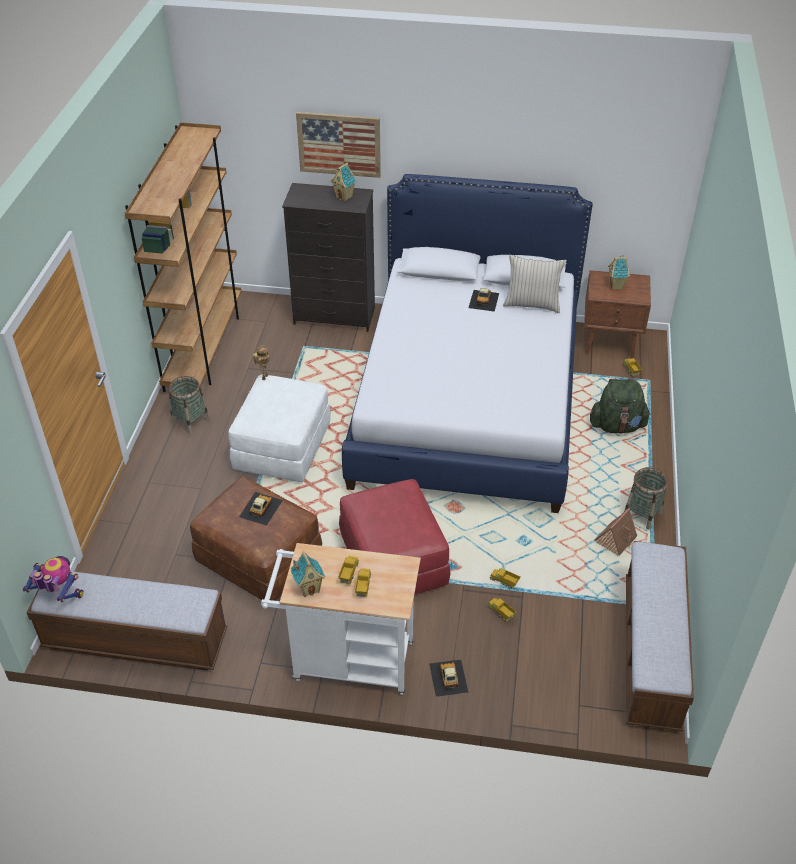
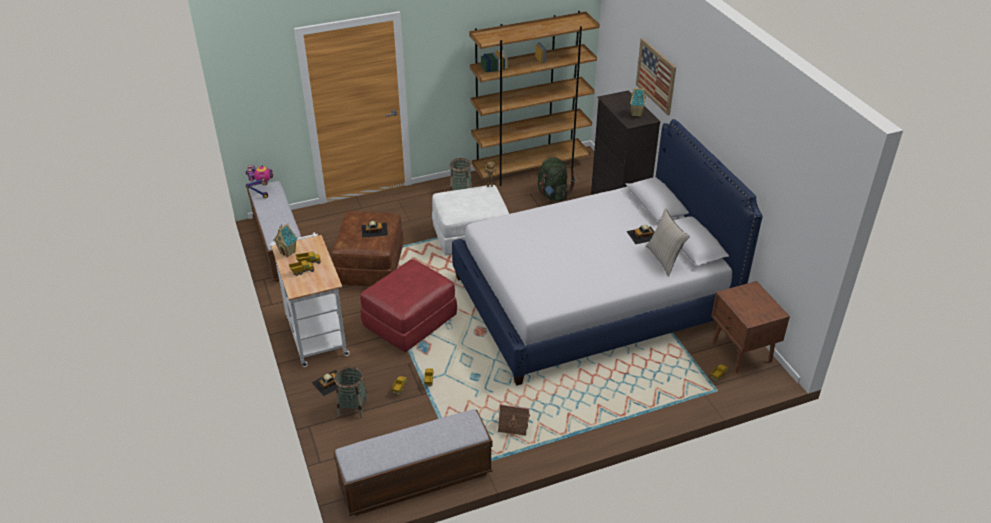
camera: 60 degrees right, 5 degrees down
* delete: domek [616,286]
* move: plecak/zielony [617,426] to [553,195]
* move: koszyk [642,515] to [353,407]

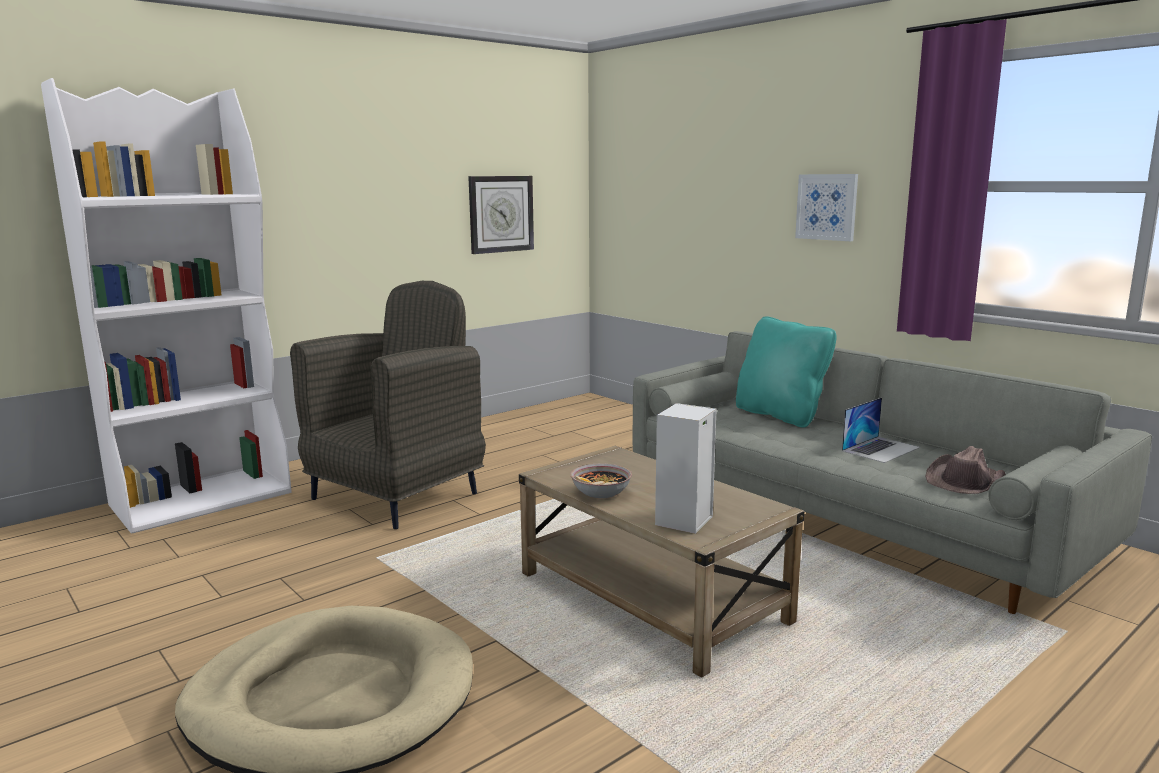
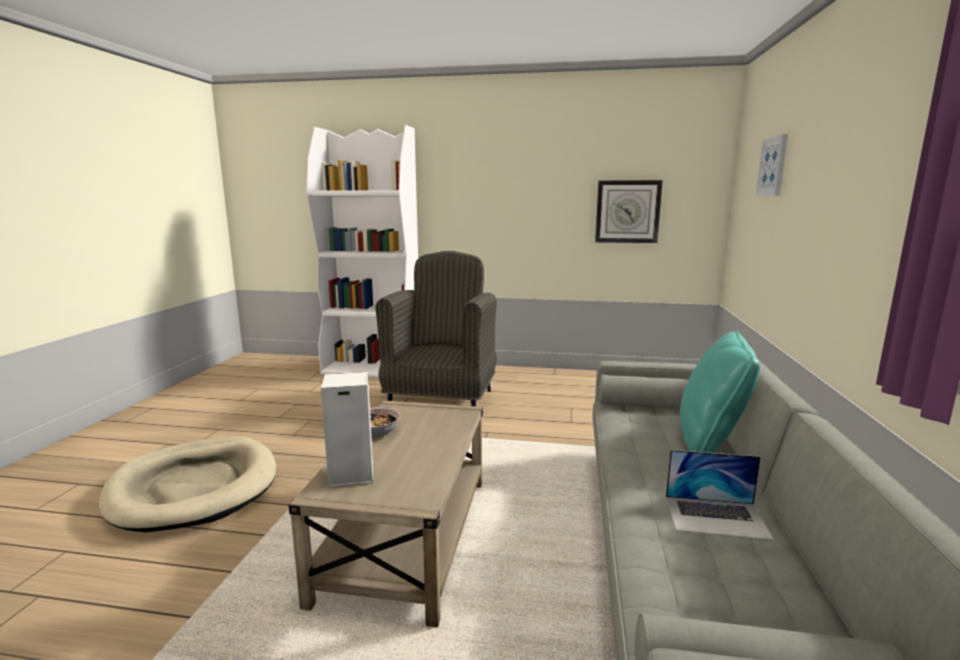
camera: 50 degrees right, 0 degrees up
* move: obraz [827,207] to [773,166]
* rotate: fotel/szary [397,495] = [442,400] 75 degrees counterclockwise
* delete: kapelusz/brązowy [965,481]

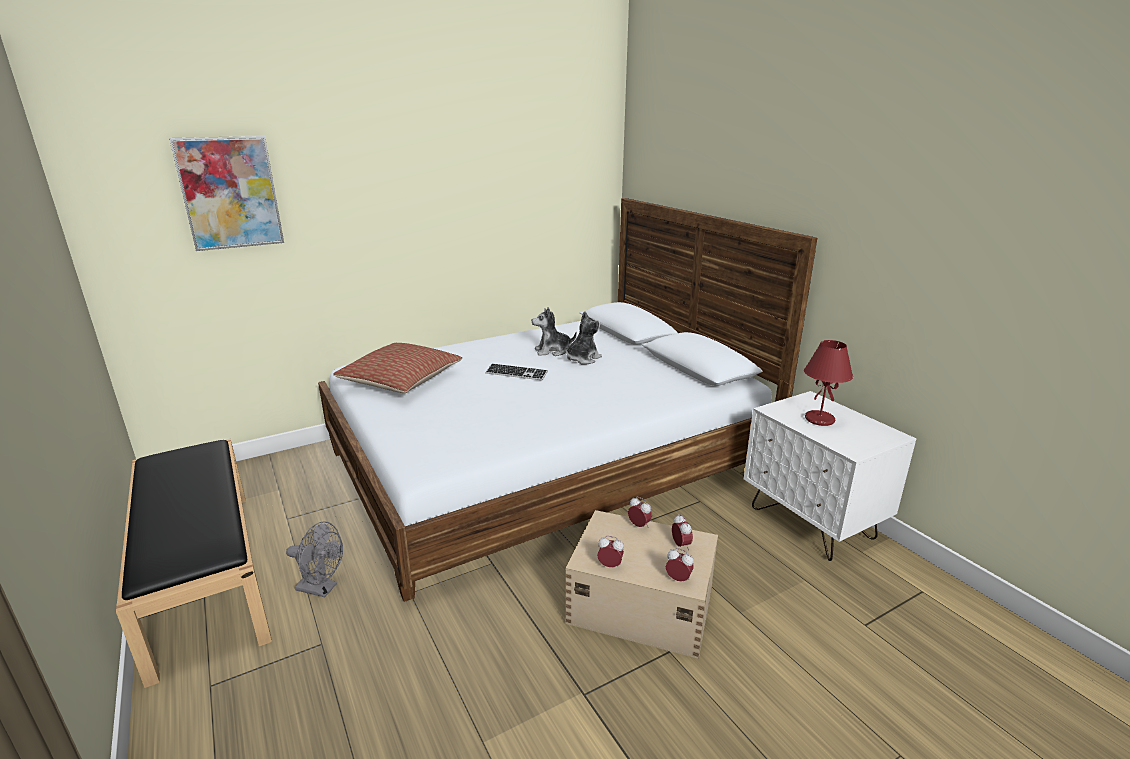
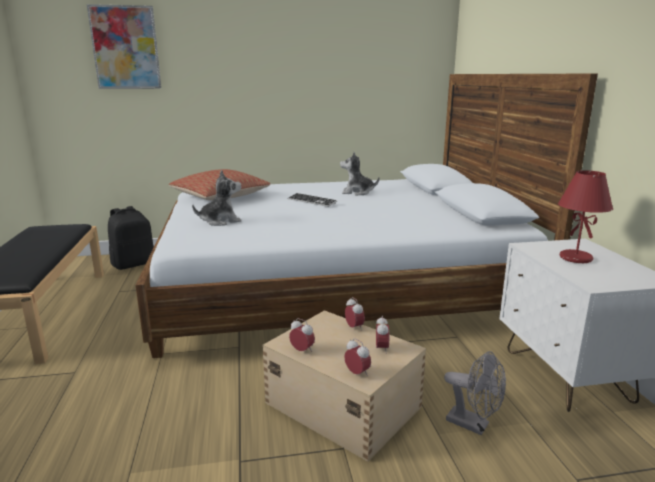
camera: 20 degrees right, 5 degrees down
* move: pluszak [582,359] to [220,221]
* move: wentylator/szary [322,588] to [473,425]
* insert: plecak/czarny [134,264]

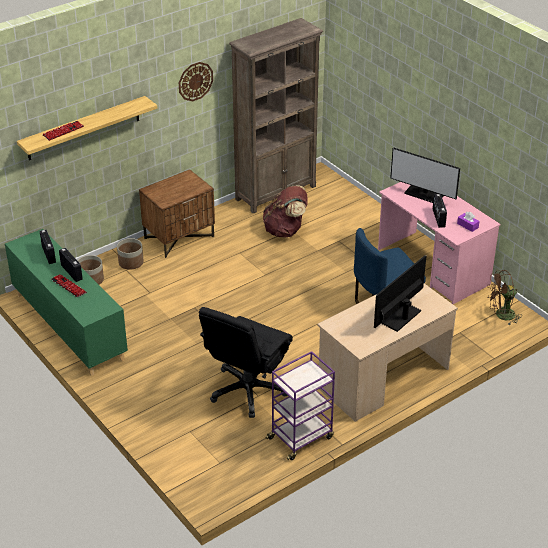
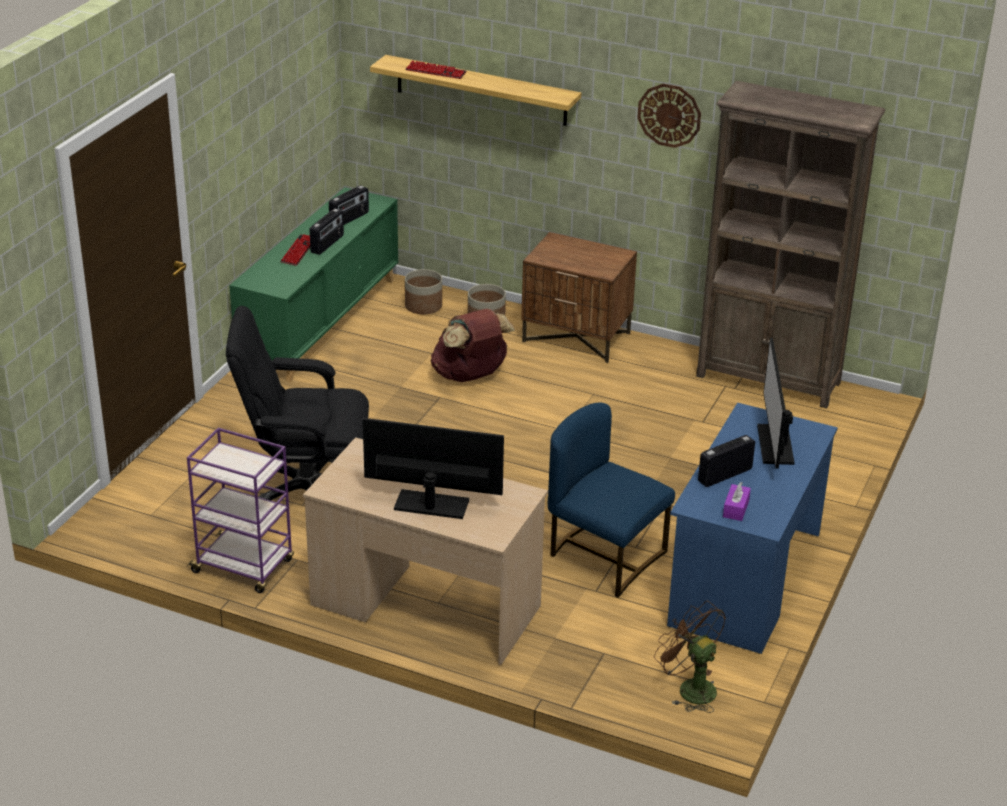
camera: 60 degrees right, 5 degrees down
* recolor: biurko/różowy [433,267] to biurko/niebieski [745,579]
* move: plecak/brązowy [285,230] to [470,376]

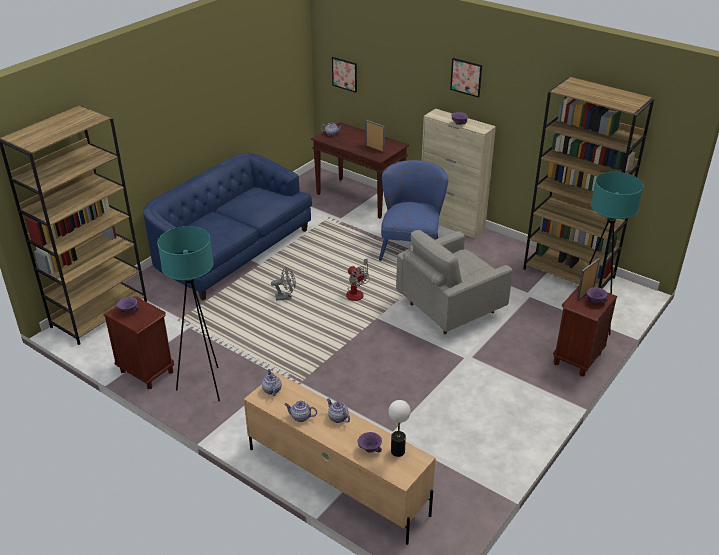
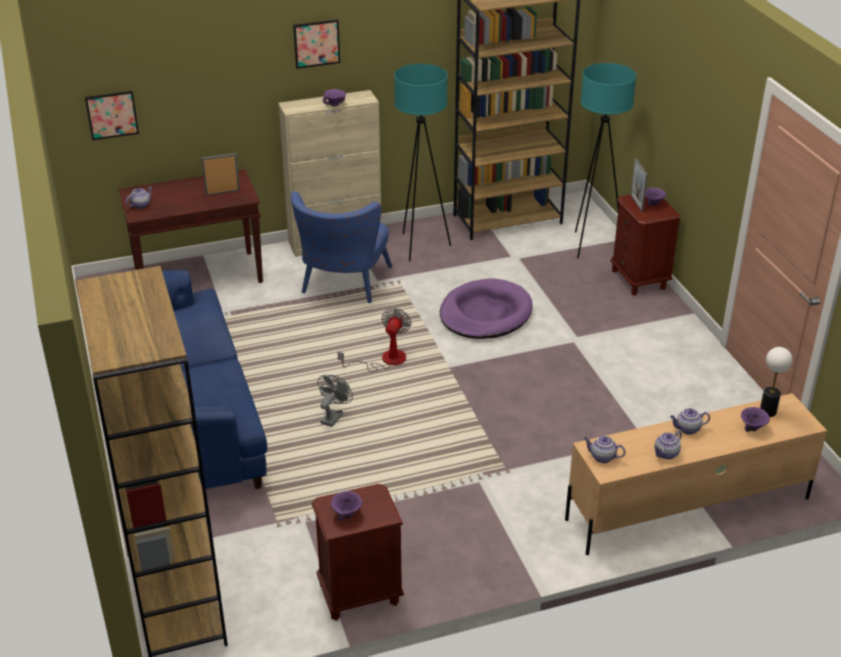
camera: 55 degrees left, 0 degrees up
* rotate: fotel/niebieski [411,245] = [342,285] 120 degrees counterclockwise
* move: lampa stojąca/turkusowy [205,385] to [420,246]
* replace: fotel/szary [449,309] to legowisko/fioletowy [485,314]
* rotate: wentylator [357,292] = [385,360] 75 degrees counterclockwise

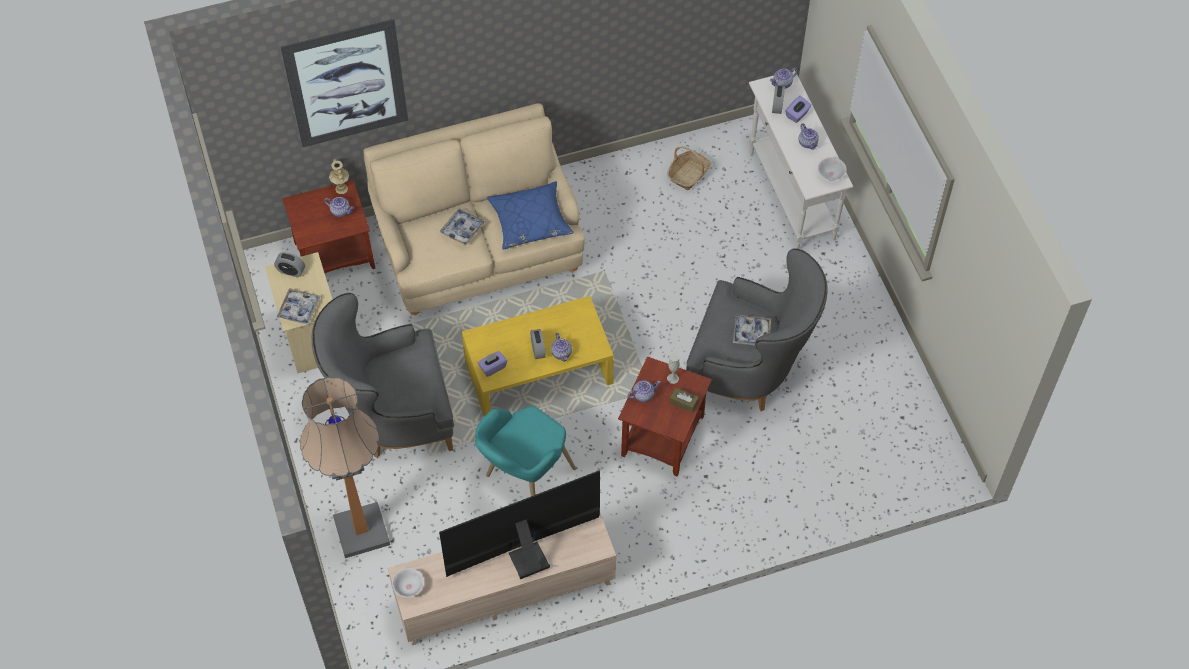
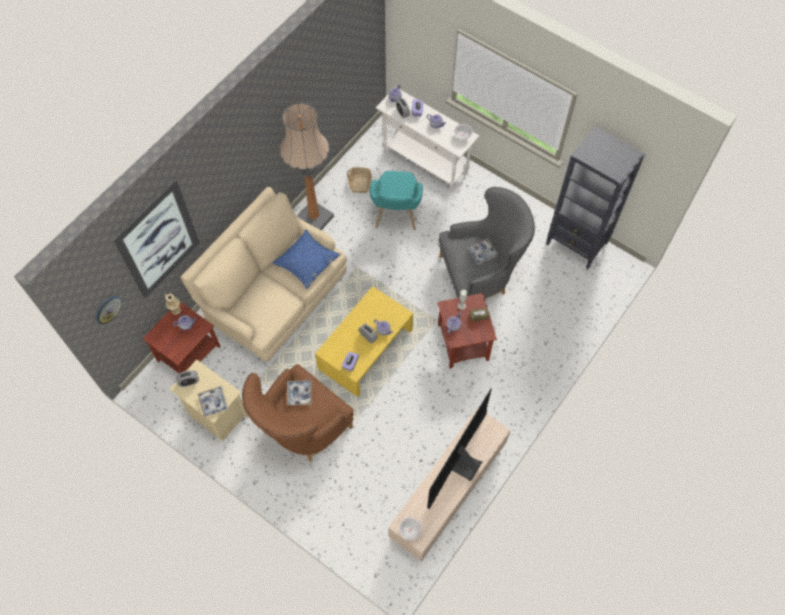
camera: 35 degrees left, 5 degrees up
* move: taca [462,229] to [299,394]
* recolor: fotel/szary [392,417] to fotel/brązowy [301,430]
* move: lampa stojąca [361,531] to [314,218]
* move: fotel/turkusowy [523,480] to [396,218]
* insert: regał/czarny [577,244]
* insert: zegar ścienny [108,309]

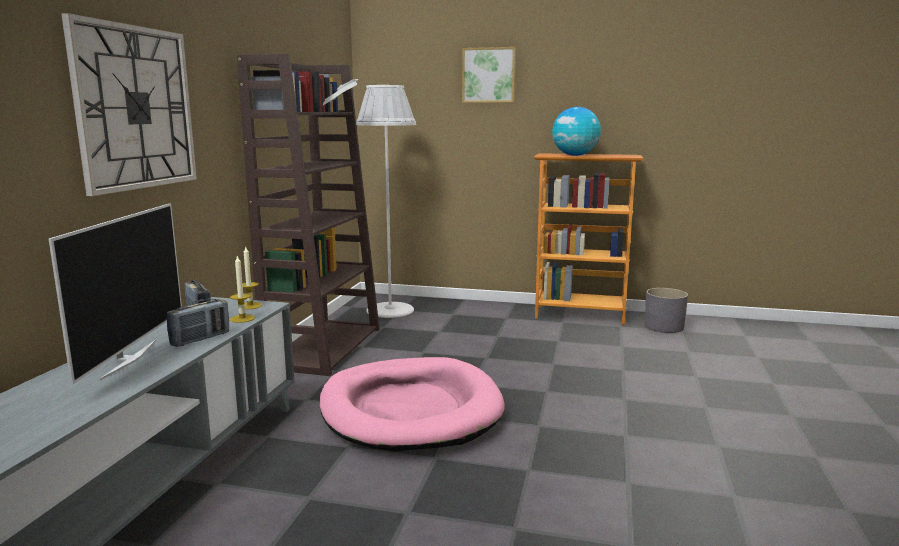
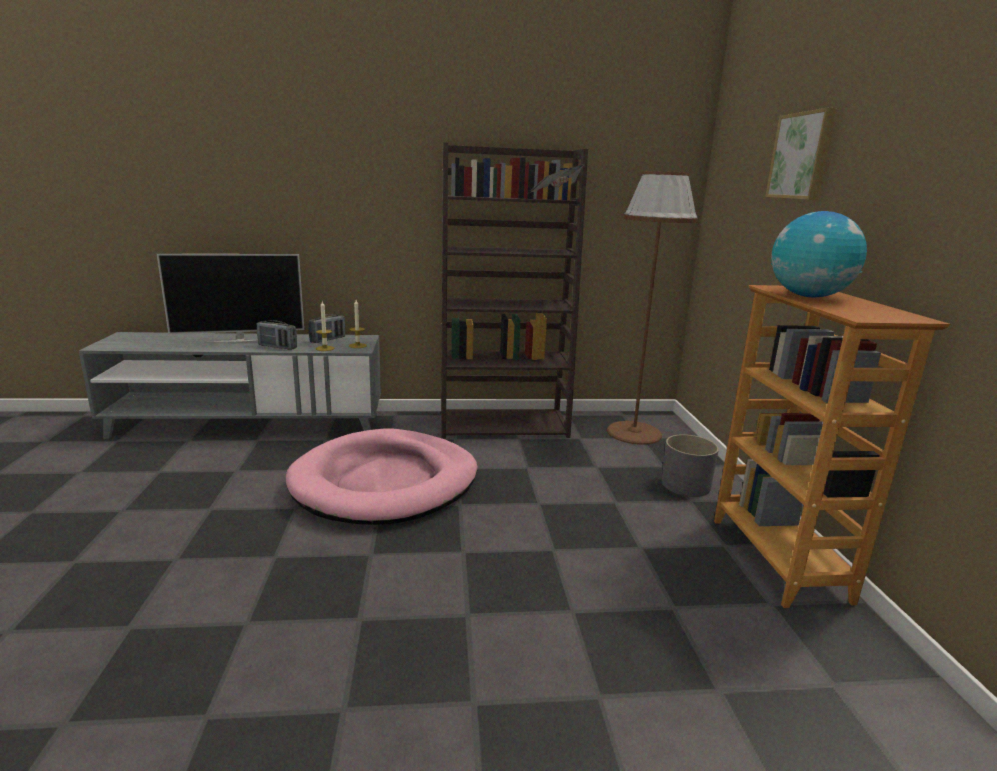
camera: 70 degrees right, 5 degrees up
* delete: zegar ścienny [135,108]
* recolor: lampa stojąca/biały [390,310] to lampa stojąca/brązowy [634,433]
* move: donica/szary [664,326] to [686,485]

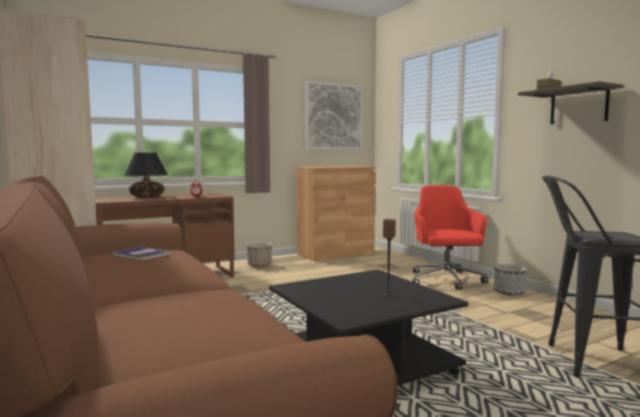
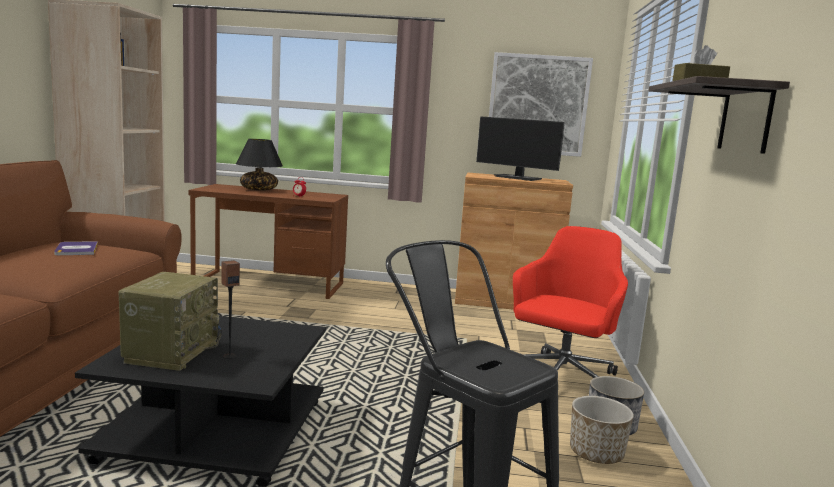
camera: 35 degrees right, 5 degrees up
* move: donica [259,265] to [596,454]
* insert: monitor [518,178]
* insert: radio [171,352]

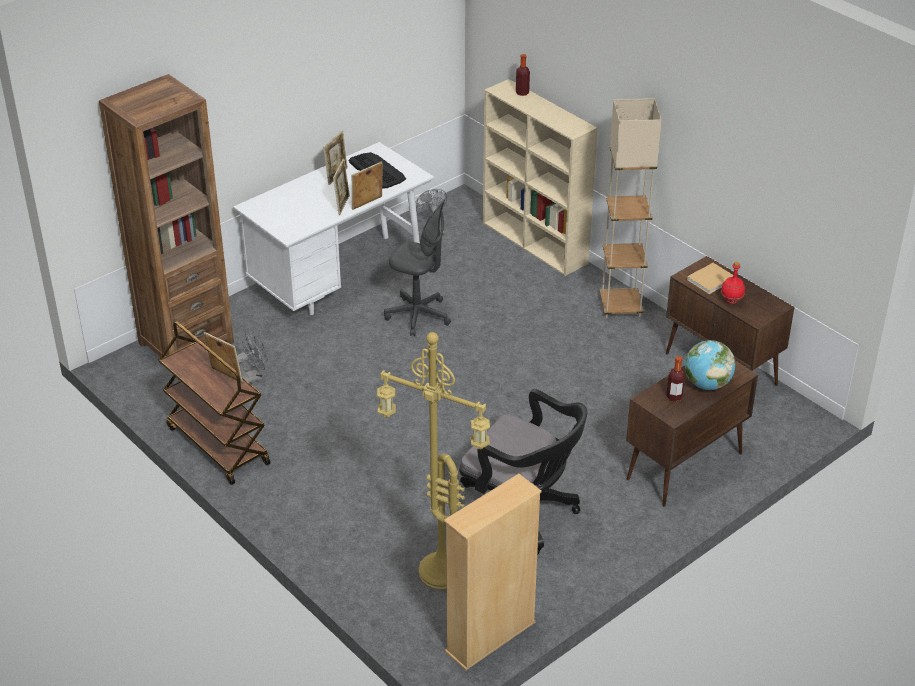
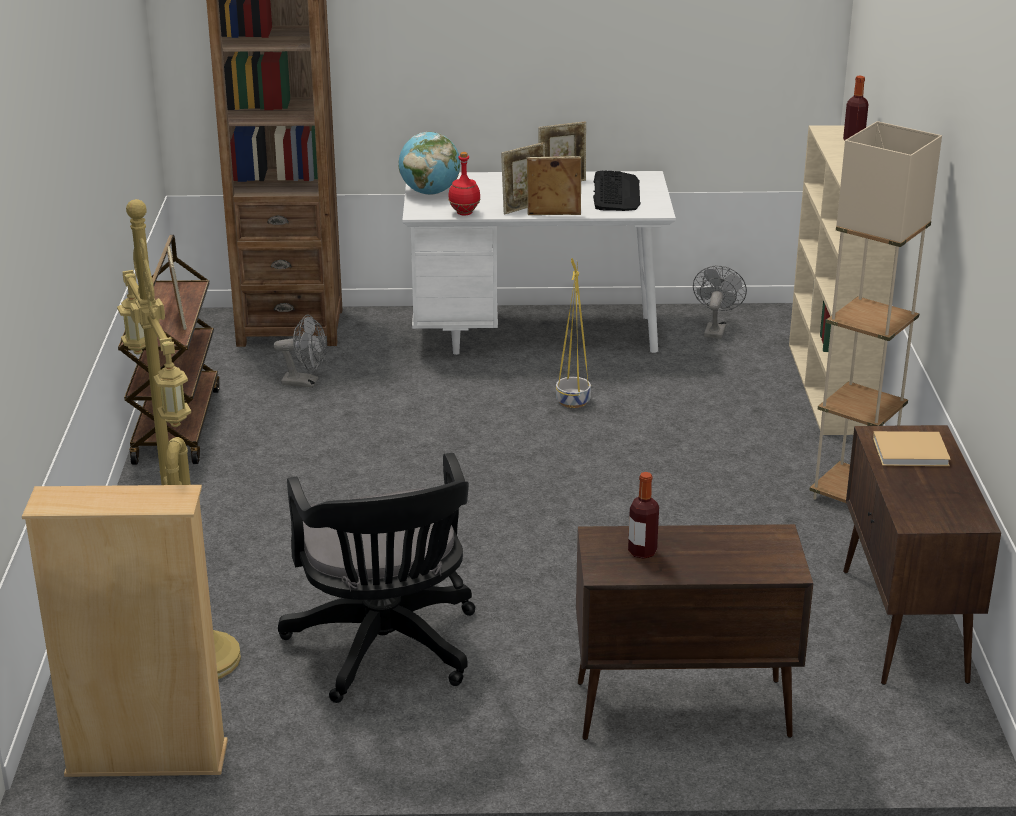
camera: 40 degrees right, 10 degrees down
* replace: krzesło biurowe/szary [418,316] to donica/żółty [572,401]
* move: butelka/czerwony [731,301] to [464,213]
* move: globus [707,384] to [430,192]

